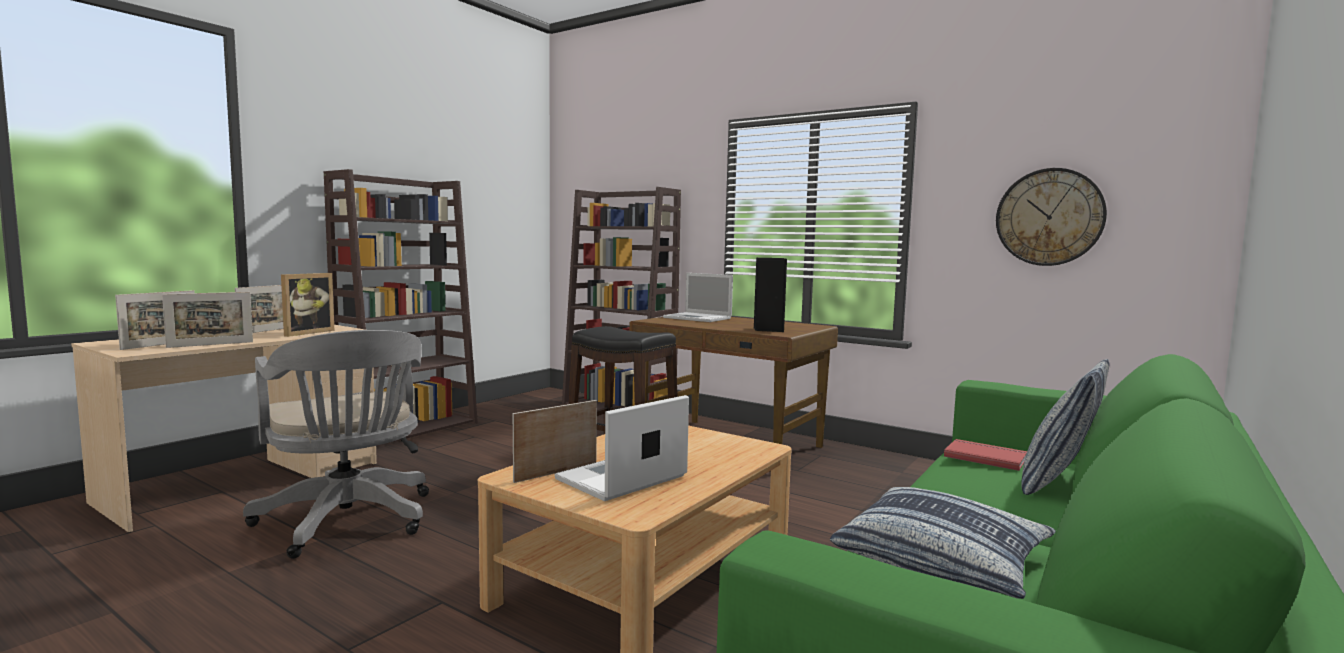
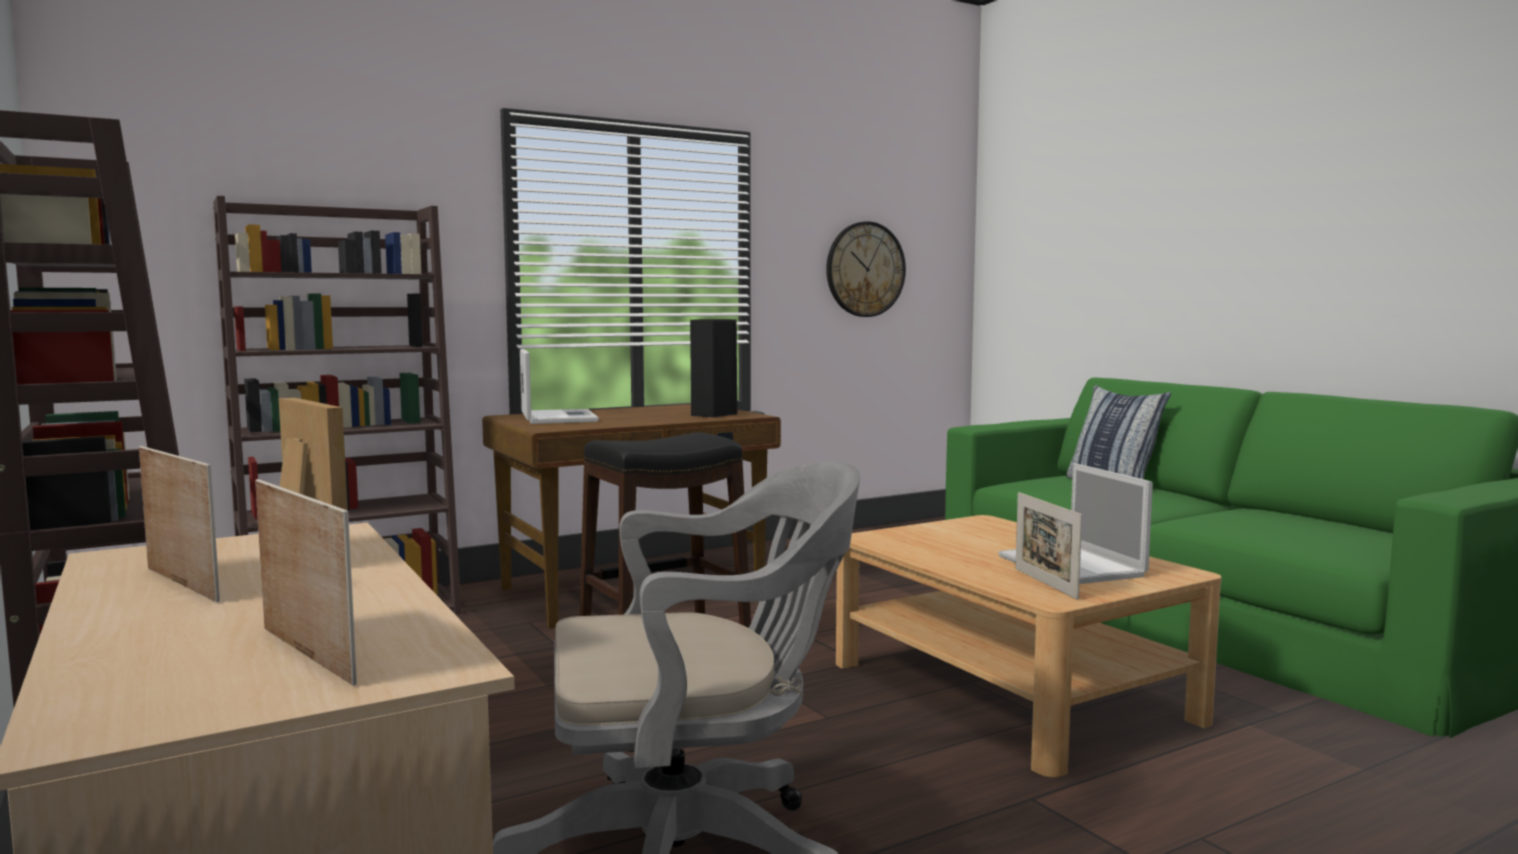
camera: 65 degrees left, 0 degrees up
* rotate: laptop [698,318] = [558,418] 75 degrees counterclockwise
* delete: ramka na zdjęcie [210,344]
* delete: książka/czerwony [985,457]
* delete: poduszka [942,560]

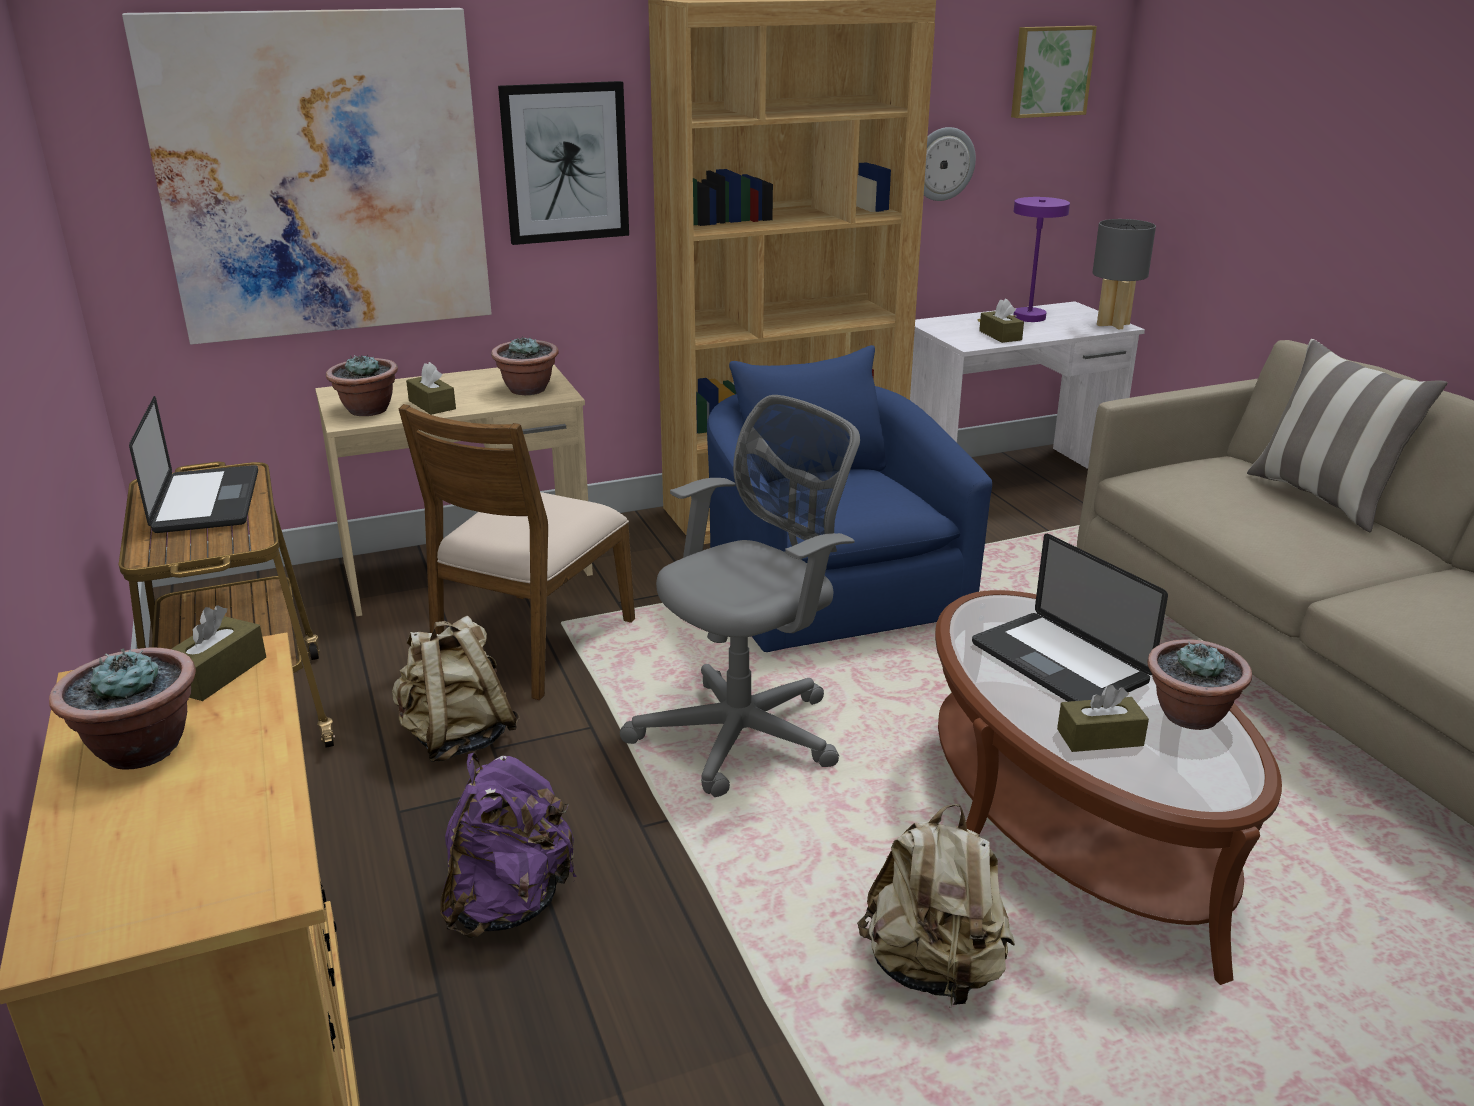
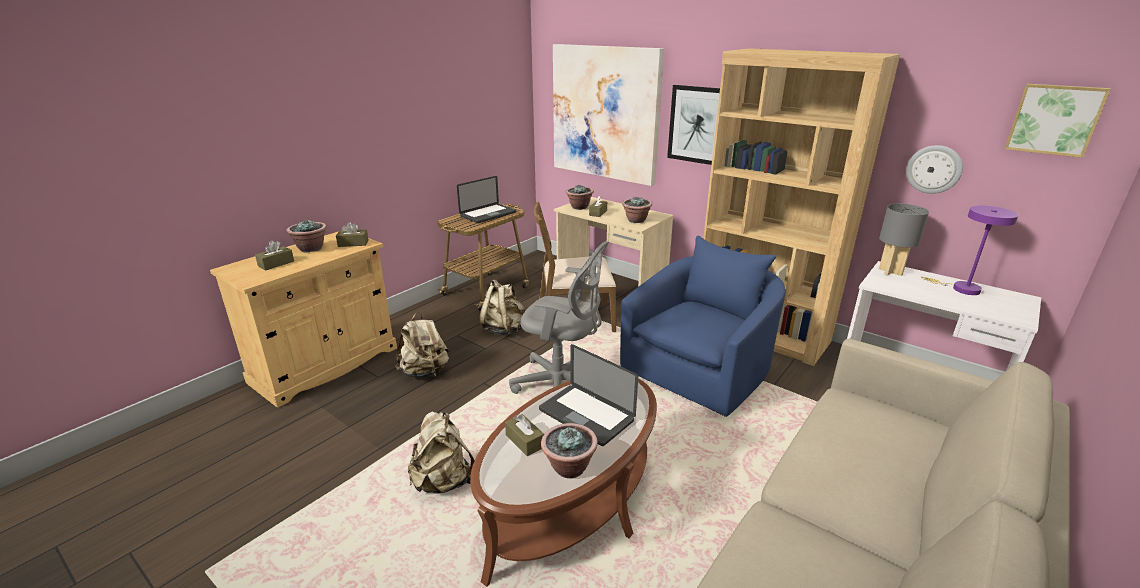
camera: 60 degrees right, 0 degrees up
* move: lampa stołowa/szary [1113,324] to [891,272]
* move: pudełko chusteczek/brązowy [1000,335] to [276,264]
* delete: poduszka [1323,498]
* rotate: laptop [1058,663] = [586,415] 75 degrees counterclockwise
* recolor: plecak/fioletowy [509,903] to plecak/beżowy [425,372]

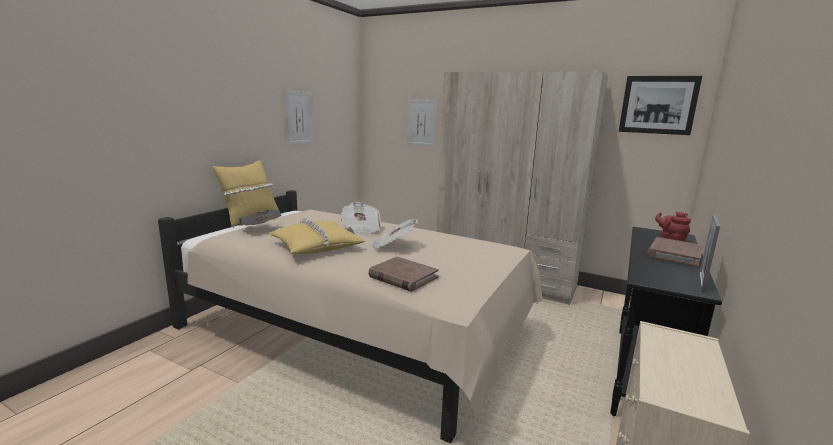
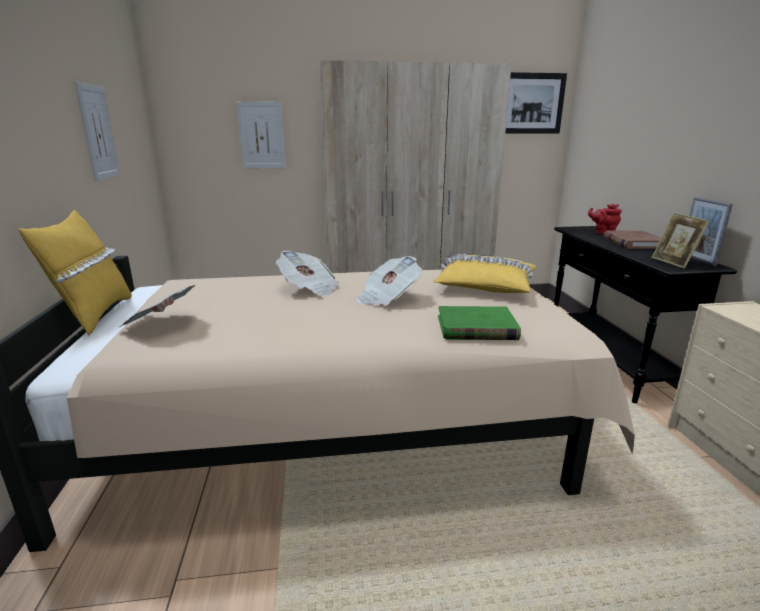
camera: 35 degrees left, 5 degrees up
* move: poduszka/żółty [315,246] to [485,285]
* recolor: książka/brązowy [403,277] to książka/zielony [476,328]
* insert: ramka na zdjęcie [673,262]

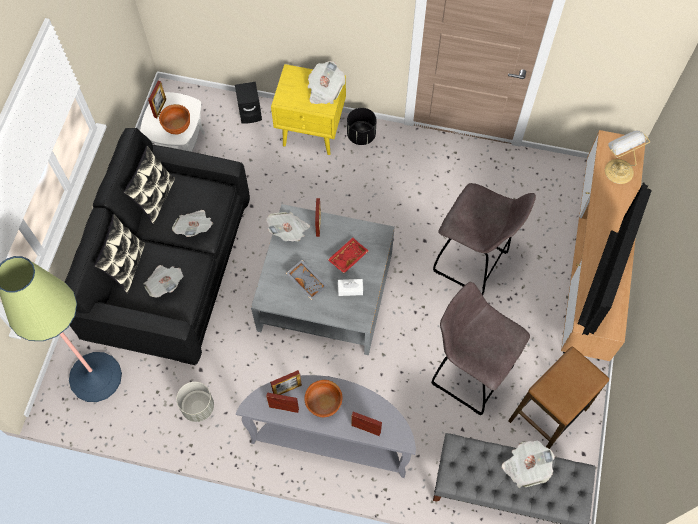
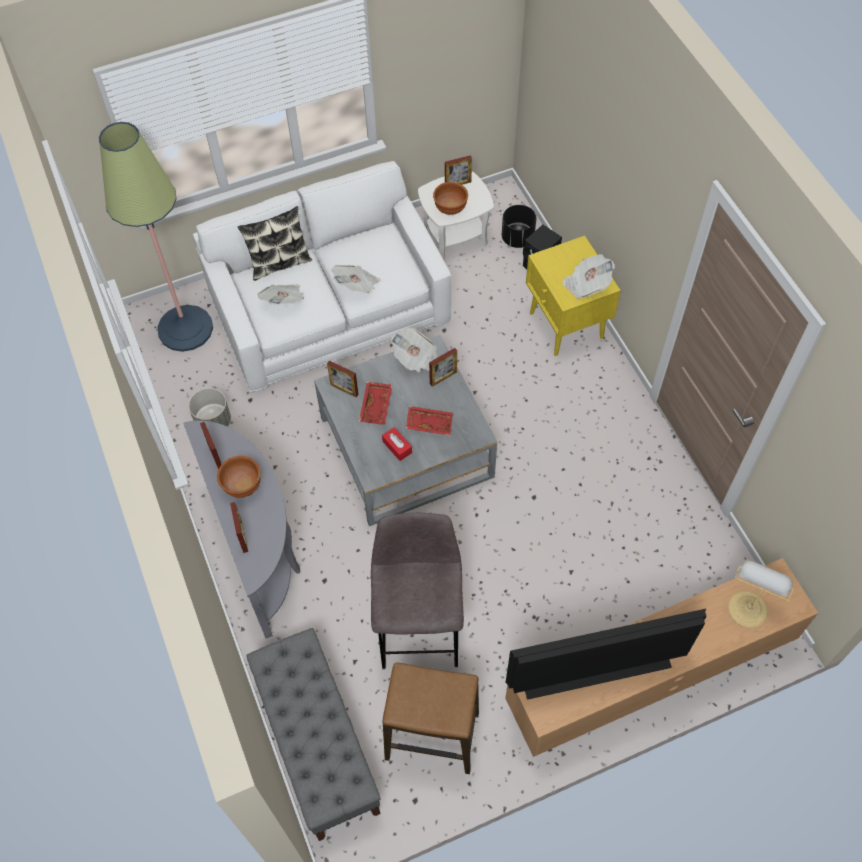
camera: 55 degrees right, 5 degrees down
* move: donica/czarny [361,135] to [517,238]
* recolor: kanapa/czarny [168,266] to kanapa/biały [329,309]
* delete: poduszka [155,198]
* delete: stołek/szary [472,263]
* recolor: taca/szary [307,281] to taca/czerwony [377,406]
* recolor: pudełko chusteczek/biały [350,289] to pudełko chusteczek/czerwony [397,447]
* move: ramka na zdjęcie [287,389] to [344,389]
* delete: gazeta [525,467]

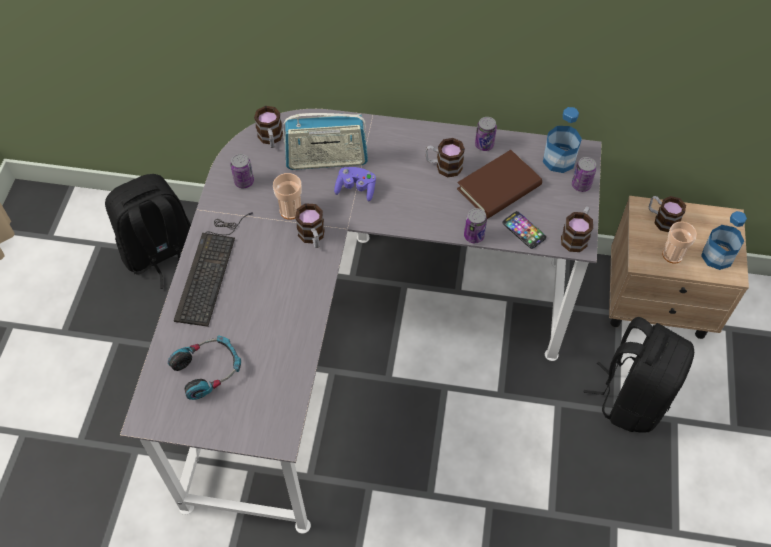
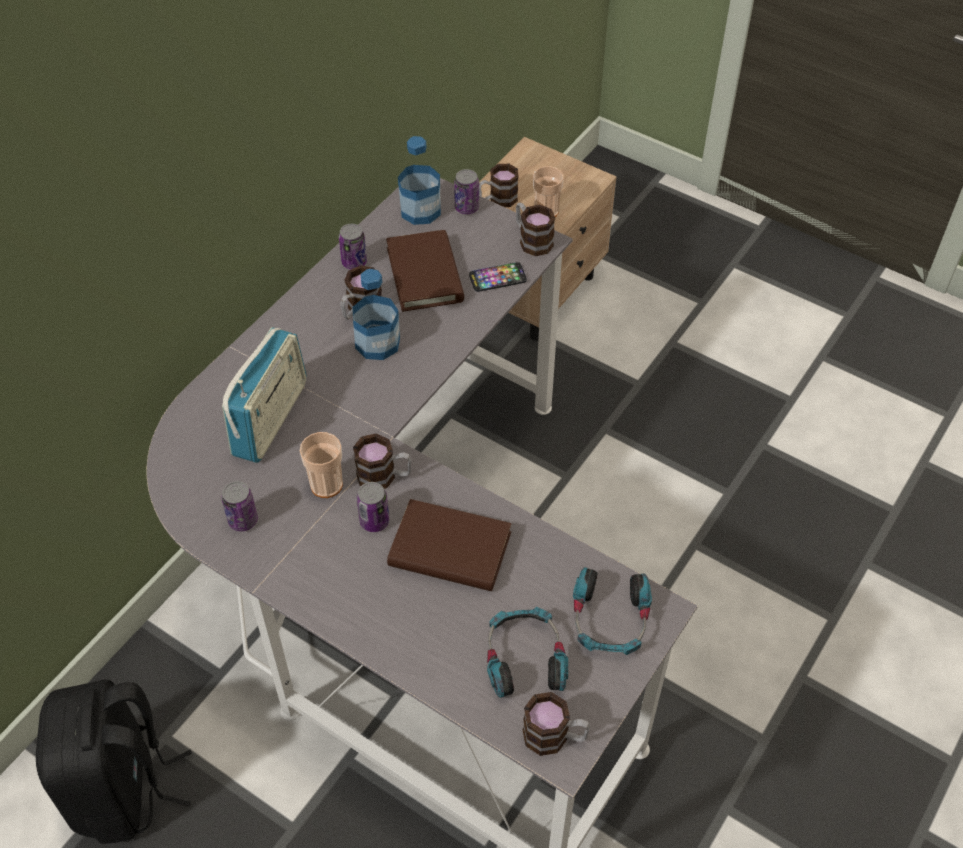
camera: 65 degrees left, 5 degrees down
* move: kubek [271,139] to [554,737]
* delete: pad do gier/fioletowy [356,189]
* move: puszka [474,236] to [374,521]
* move: butelka [717,256] to [377,343]
* delete: klawiatura [211,268]
* delete: plecak/czarny [632,397]
* insert: książka/brązowy [450,550]
* insert: słuchawki [610,619]

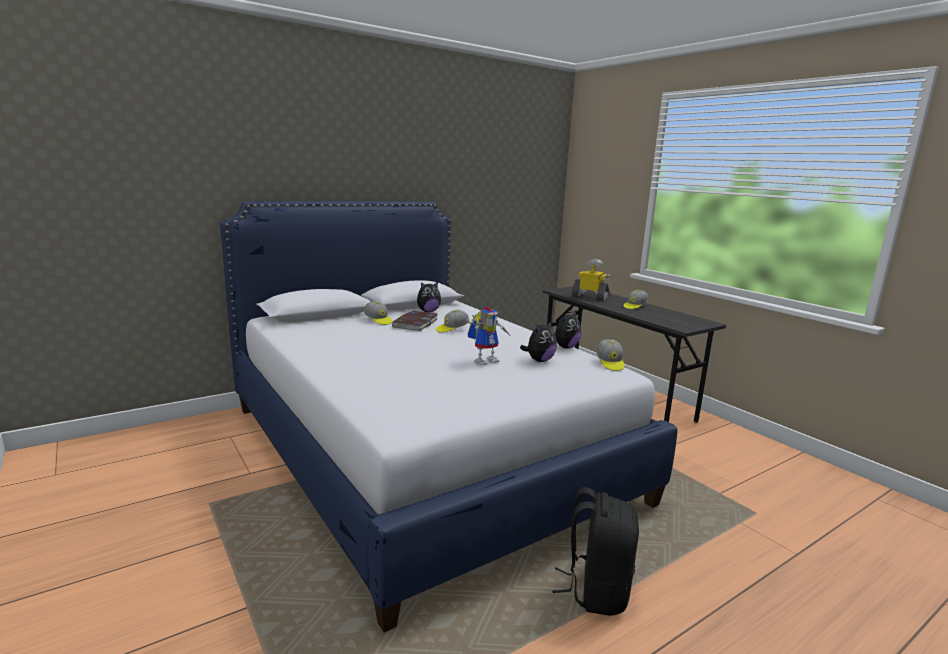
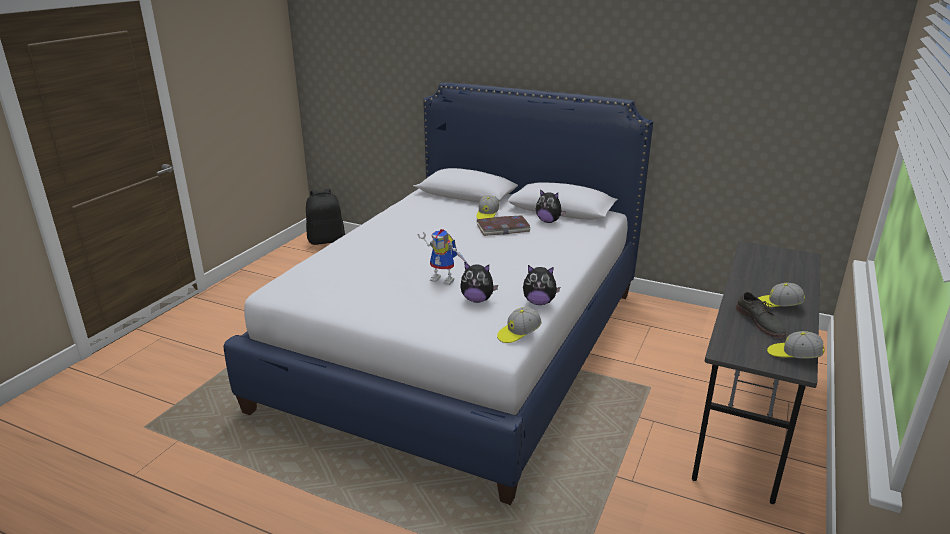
camera: 60 degrees right, 10 degrees up
* delete: robot zabawkowy [590,297]
* move: czapka z daszkiem [452,329] to [793,356]
* move: plecak/czarny [595,590] to [326,240]
* insert: but/szary [760,322]

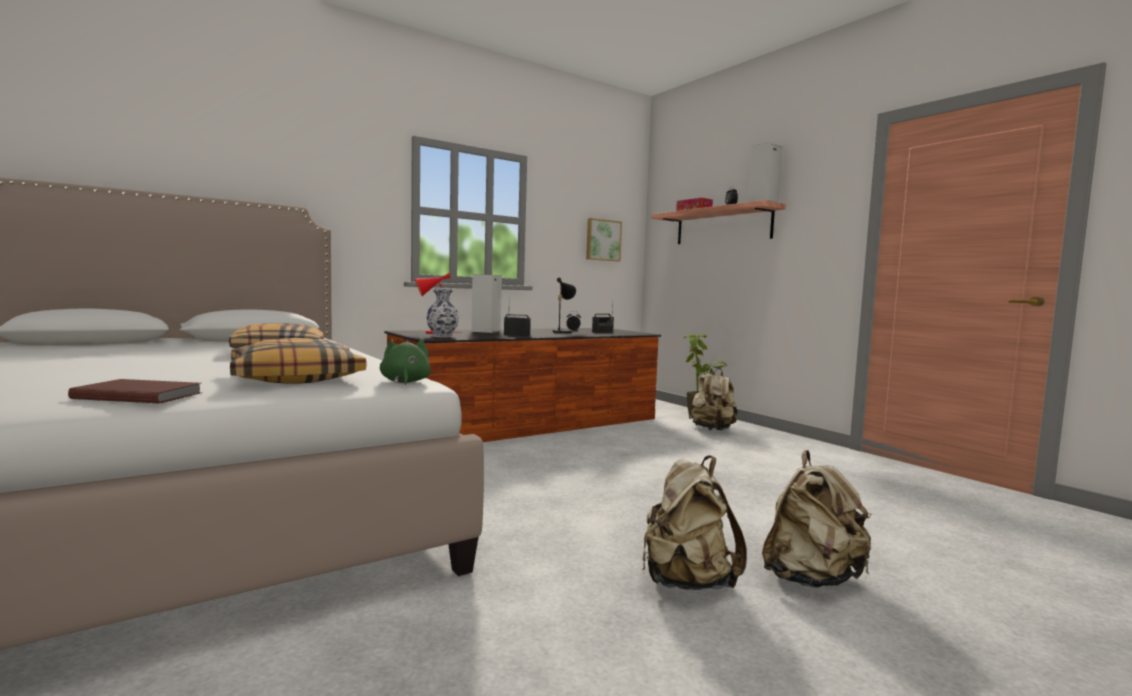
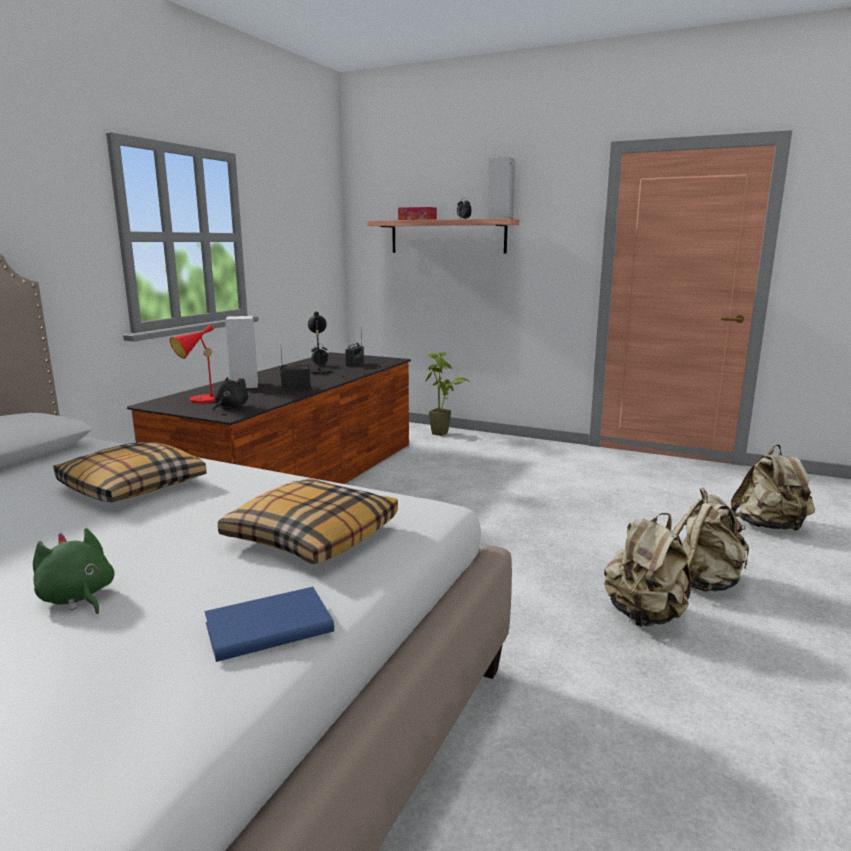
camera: 30 degrees left, 10 degrees up
* delete: obraz [602,240]
* replace: wazon [441,336] to pluszak/czarny [230,407]
* move: pluszak/zielony [405,382] to [77,597]
* move: plecak/beżowy [712,429] to [769,526]
* recolor: książka/brązowy [139,395] to książka/niebieski [266,626]

